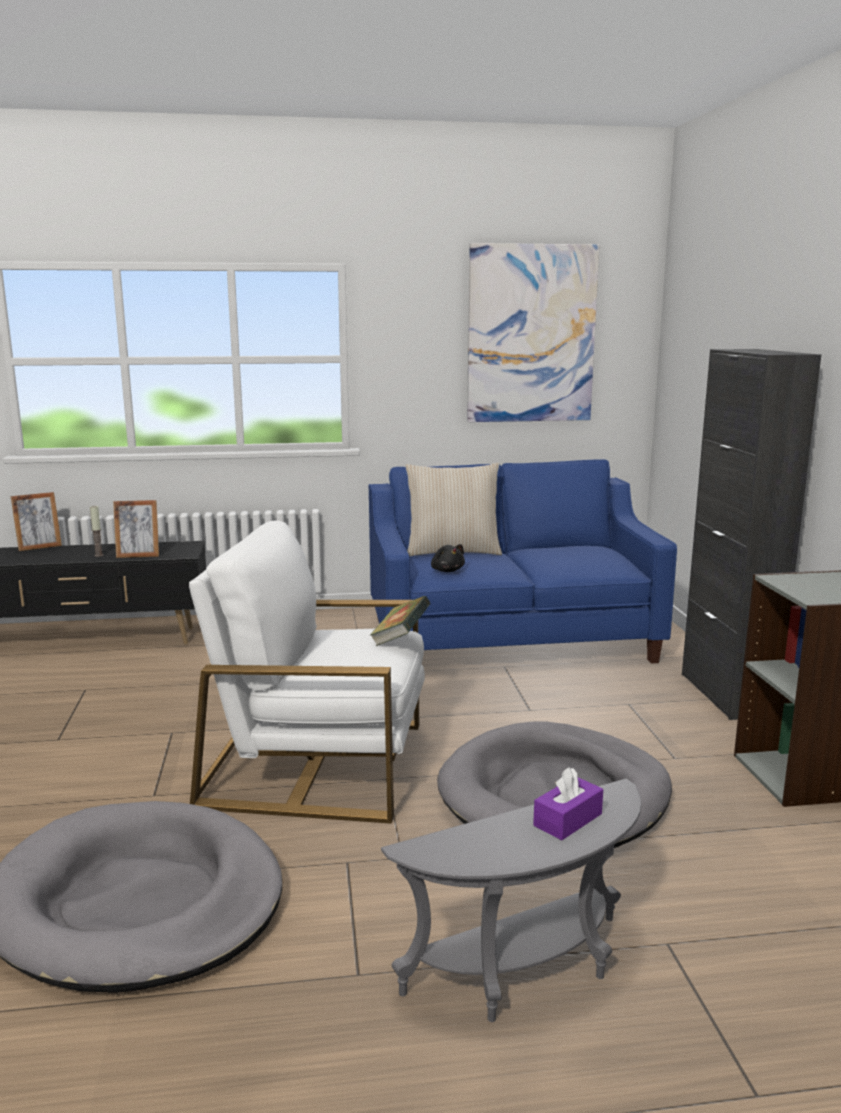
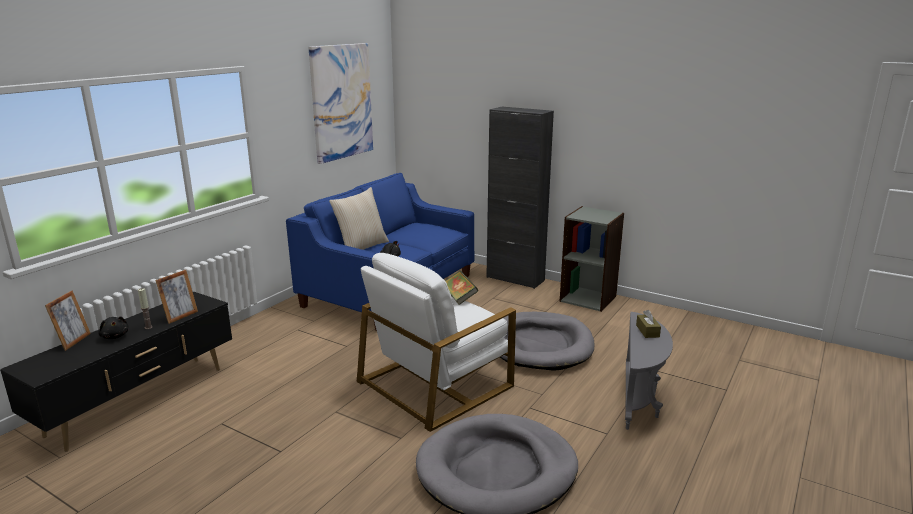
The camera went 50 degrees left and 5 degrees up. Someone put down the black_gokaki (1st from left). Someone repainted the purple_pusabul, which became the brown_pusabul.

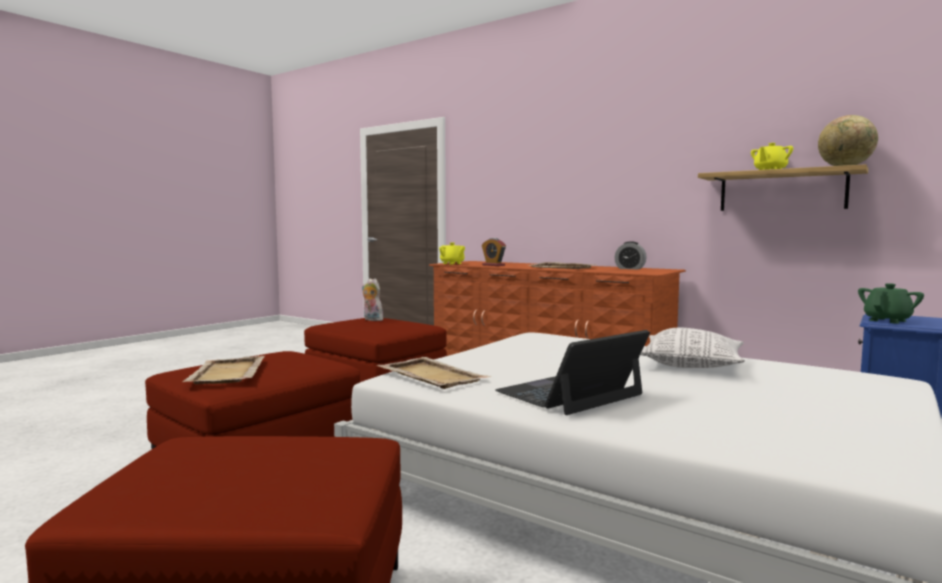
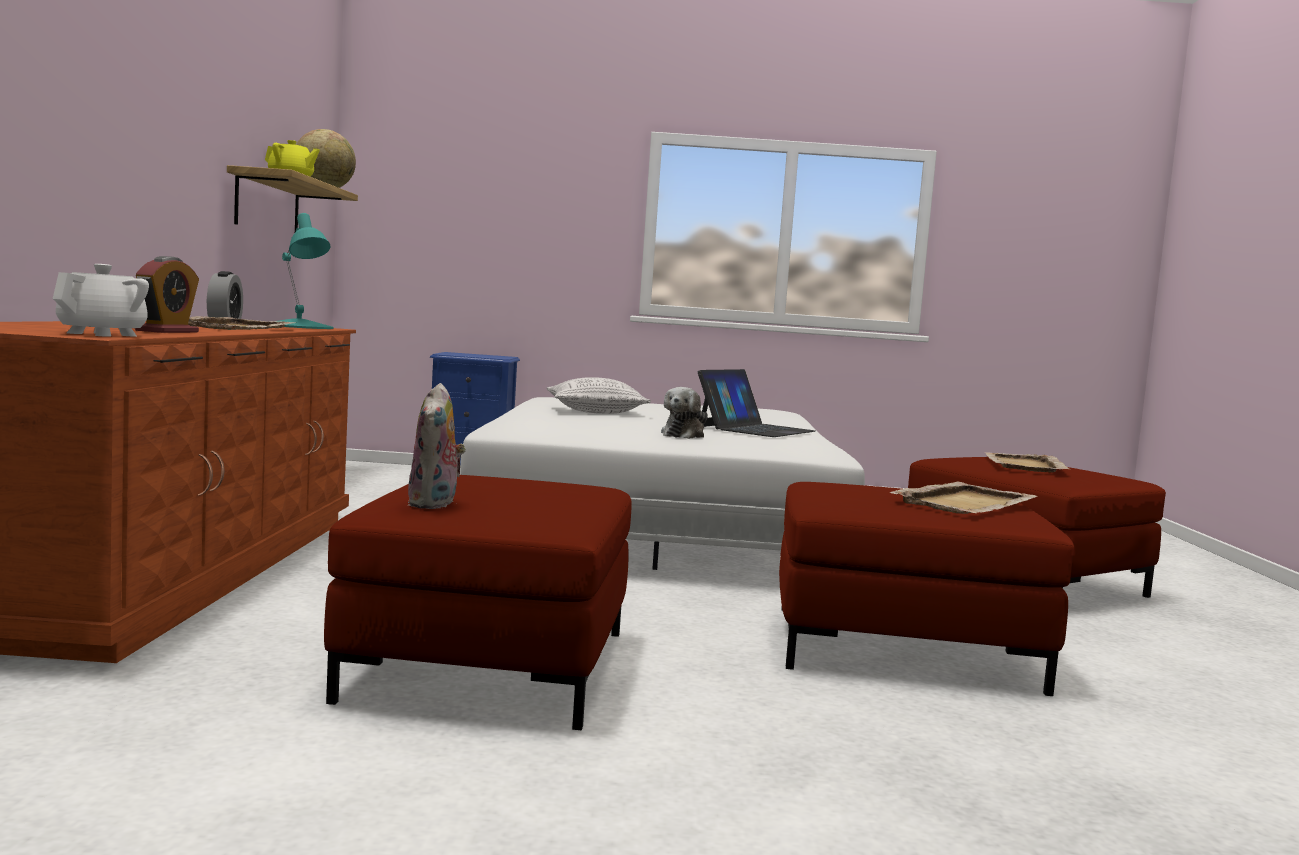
The camera went 125 degrees left and 0 degrees up. Someone took away the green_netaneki. Someone put down the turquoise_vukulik. Someone put down the gokaki (2nd from left). Someone carried the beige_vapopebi (2nd from left in the first image). Someone repainted the yellow_netaneki (1st from left), which became the white_netaneki. Someone rotated the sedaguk by 75 degrees counterclockwise.

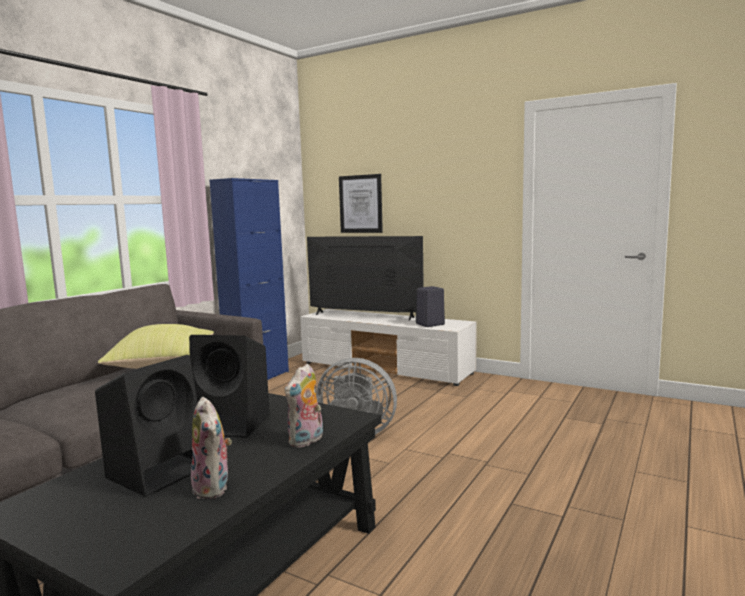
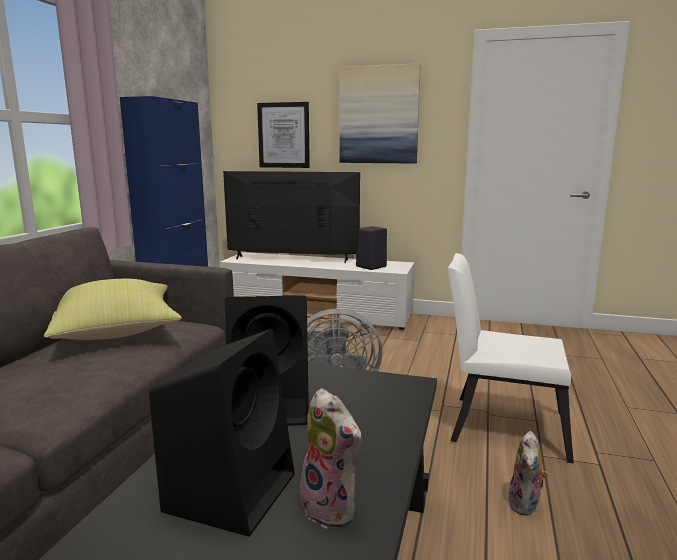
The camera went 15 degrees left and 5 degrees up. Someone put up the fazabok (2nd from left). Someone put down the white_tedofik. Someone carried the gokaki (2nd from left).

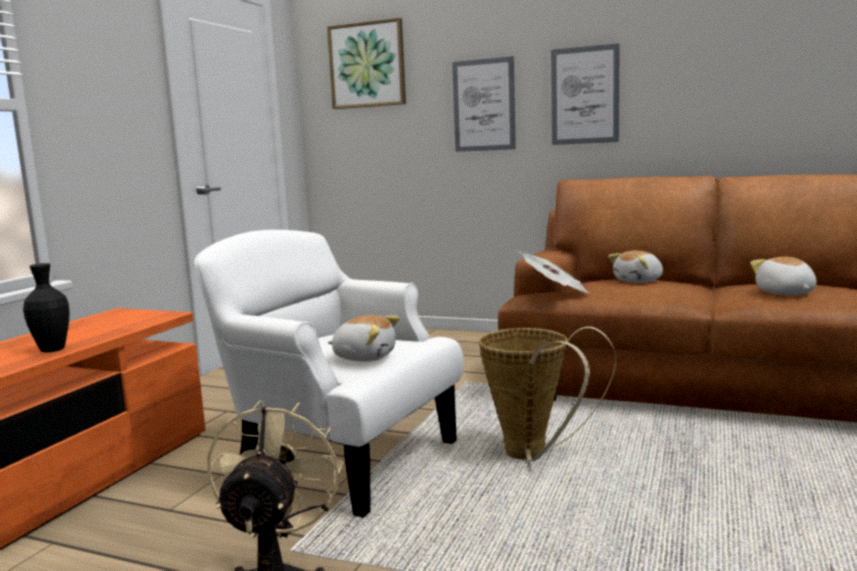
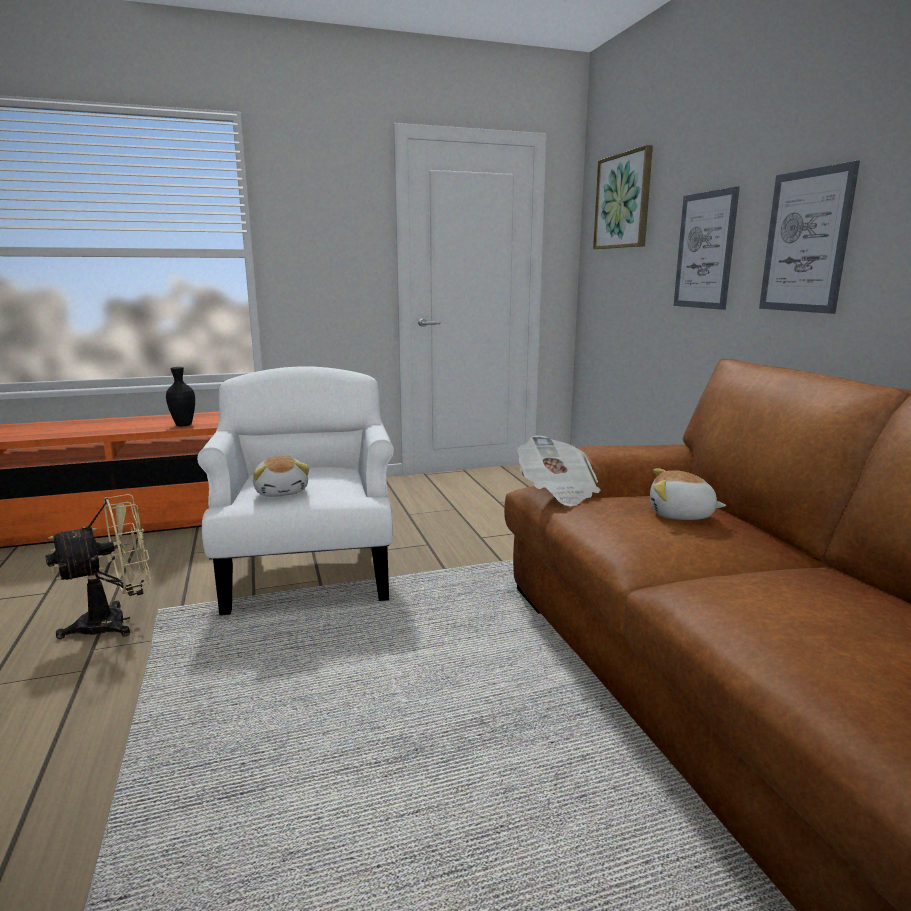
The camera went 50 degrees right and 5 degrees up. Someone took away the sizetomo. Someone took away the gokaki (3rd from left).

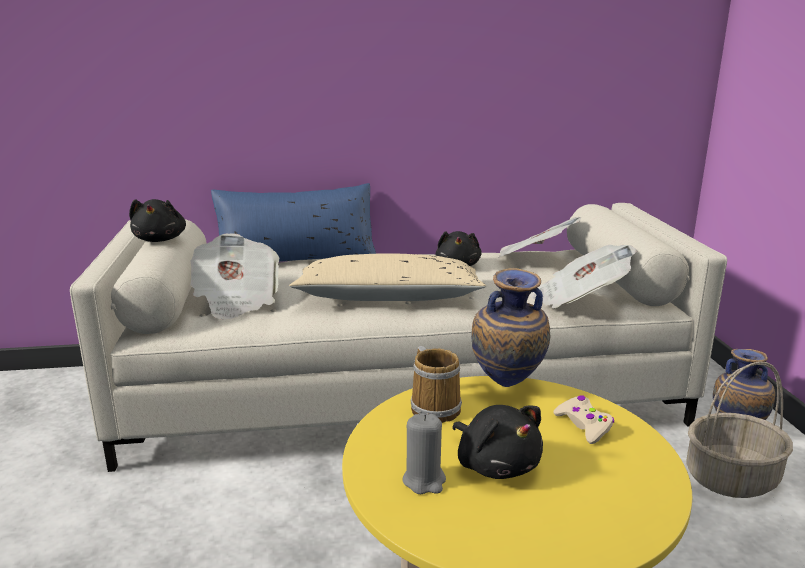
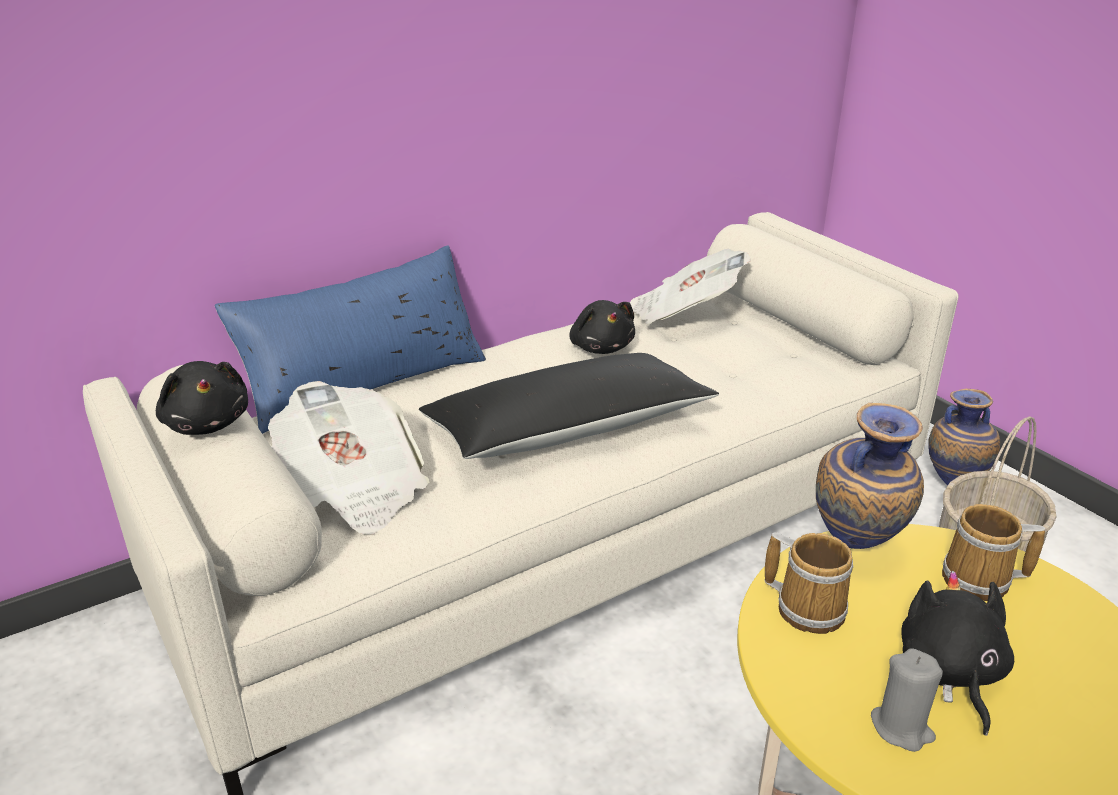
The camera went 25 degrees left and 10 degrees up. Someone took away the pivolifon (3rd from left). Someone swapped the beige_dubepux for the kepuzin (2nd from left). Someone repainted the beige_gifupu, which became the black_gifupu. Someone rotated the black_gokaki (3rd from left) by 120 degrees counterclockwise.

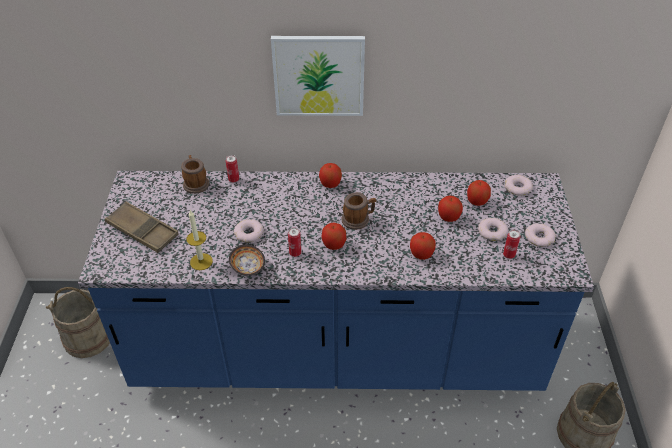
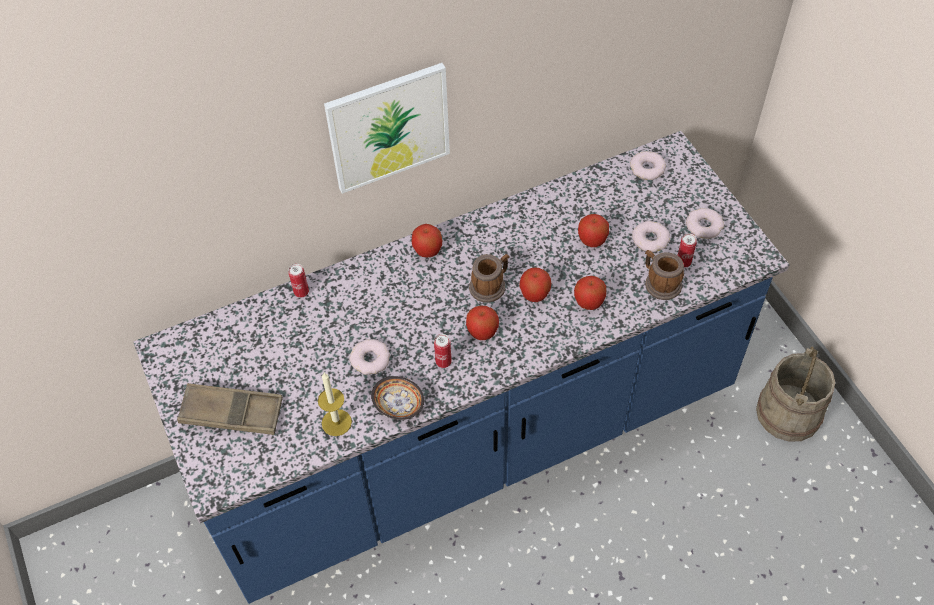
The camera went 25 degrees left and 10 degrees up. Someone took away the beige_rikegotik (1st from left). Someone carried the kepuzin (1st from left in the first image). Someone carried the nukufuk (5th from left in the first image).

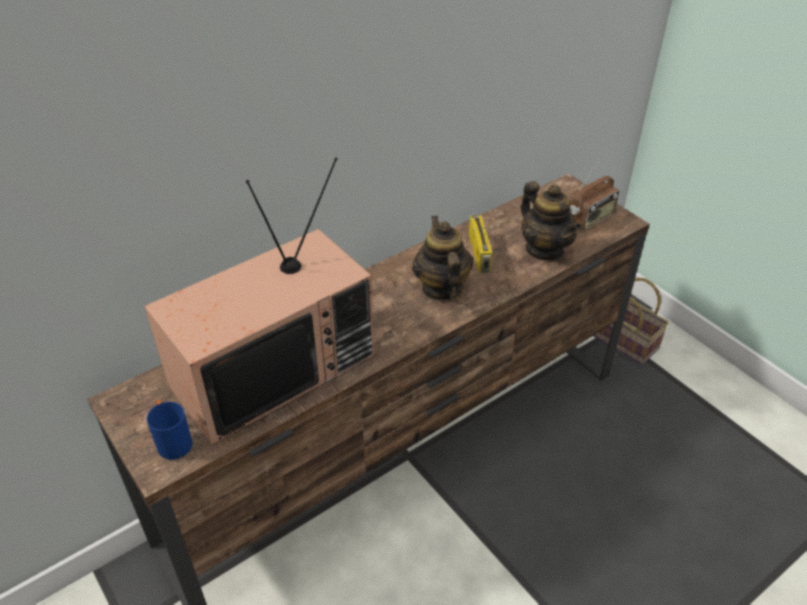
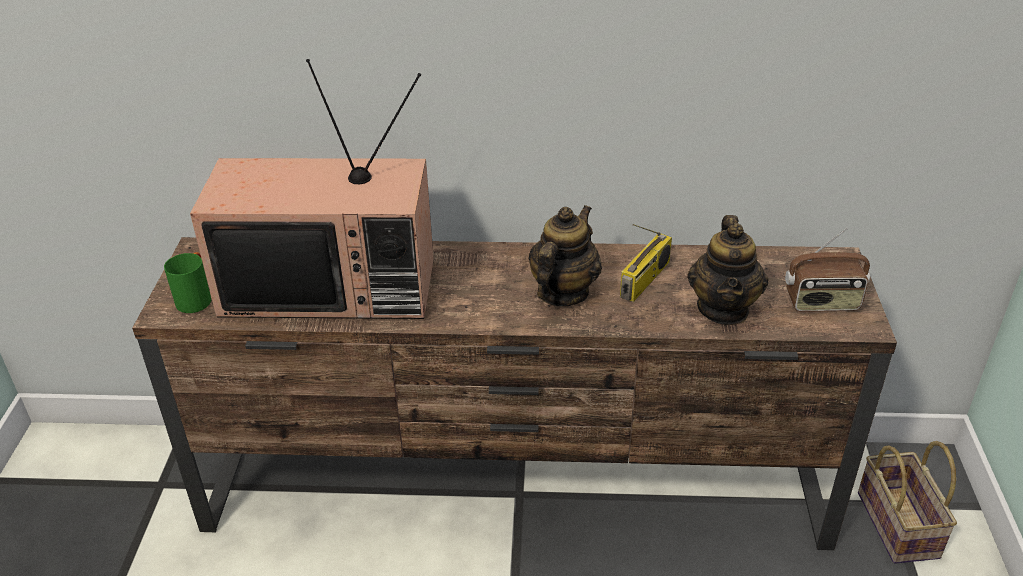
The camera went 40 degrees right and 5 degrees down. Someone repainted the blue_kepuzin, which became the green_kepuzin.

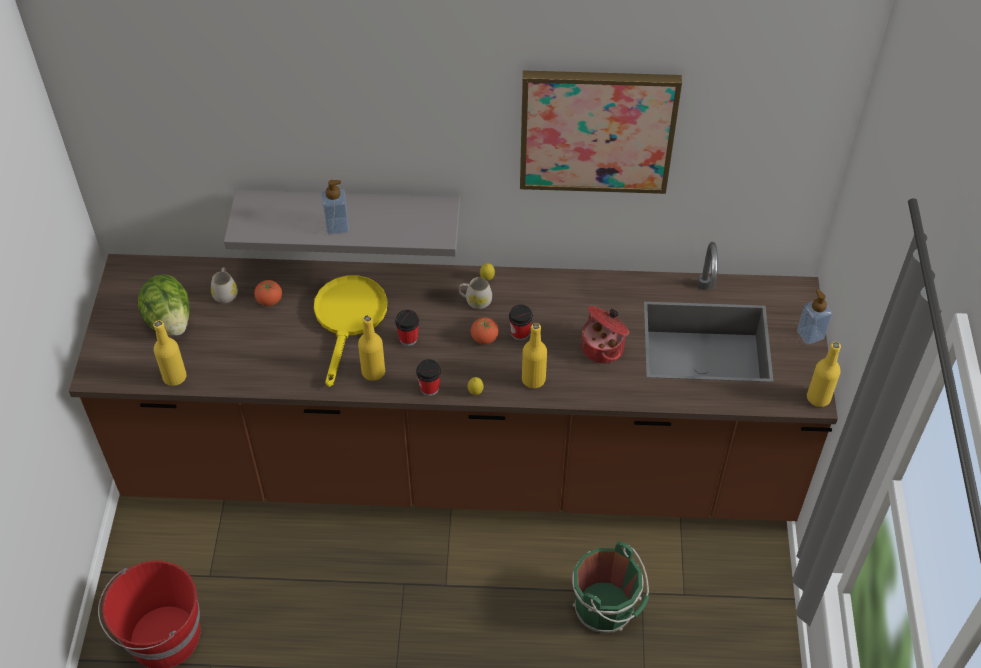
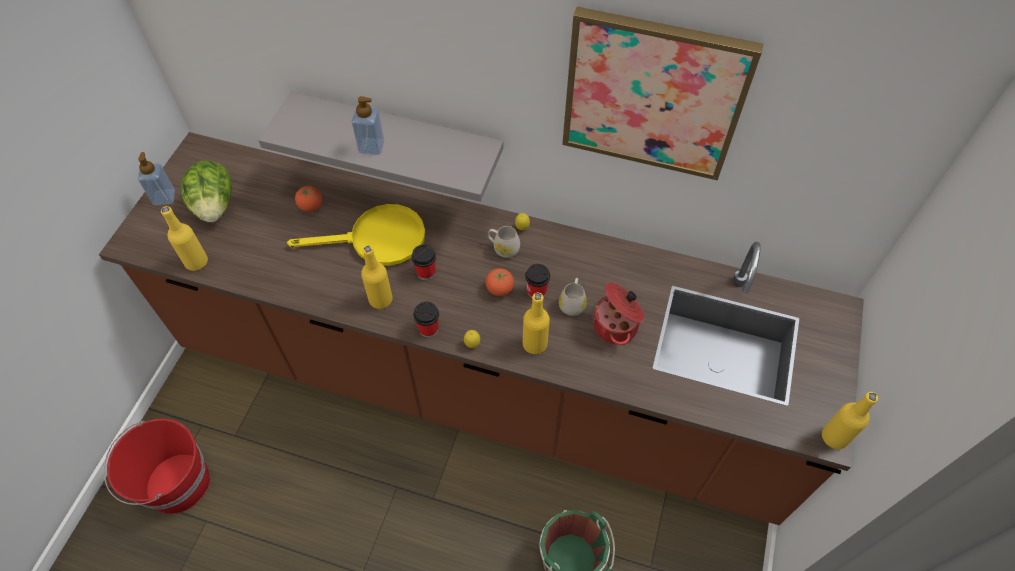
The camera went 15 degrees right and 5 degrees up. Someone carried the white_kepuzin (1st from left in the first image). Someone carried the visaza (2nd from left in the first image). Someone rotated the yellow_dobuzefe by 60 degrees clockwise.

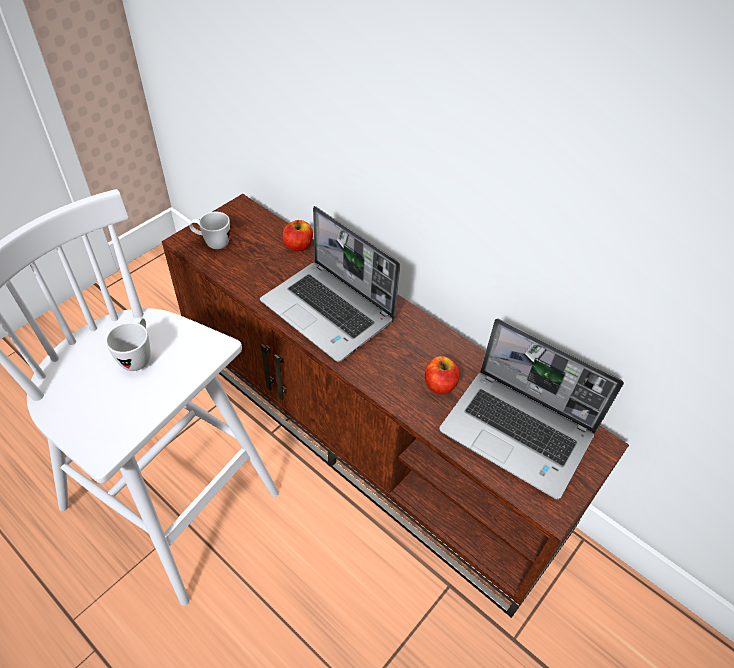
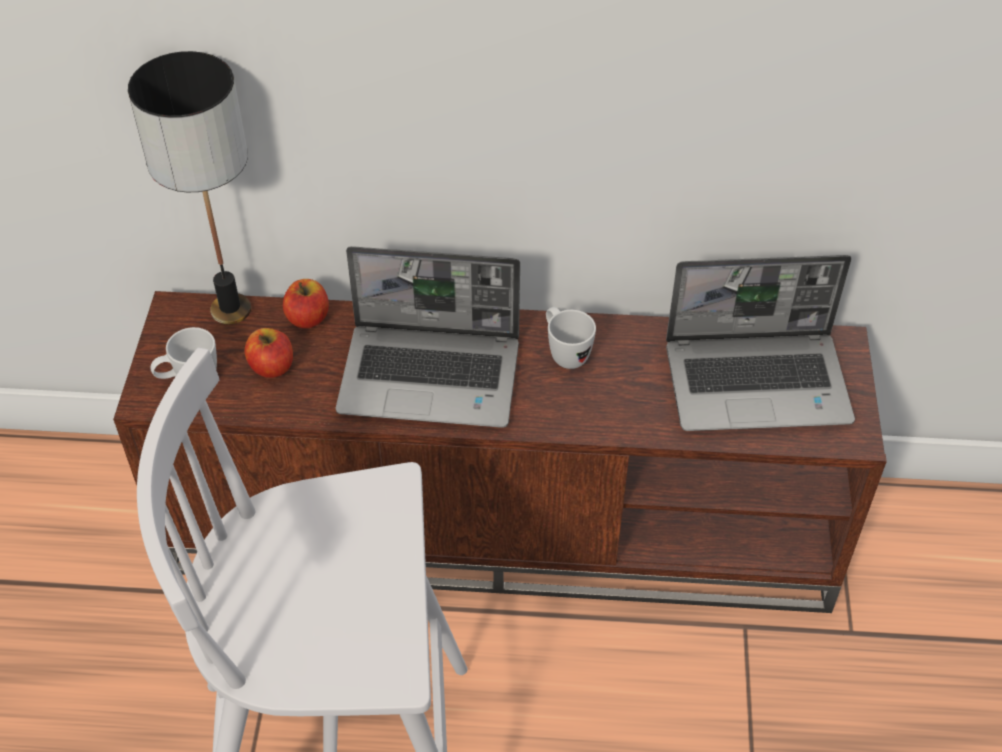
The camera went 35 degrees left and 0 degrees up. Someone put down the vukulik. Someone carried the white_kepuzin (1st from left in the first image). Someone carried the nukufuk (2nd from left in the first image).

